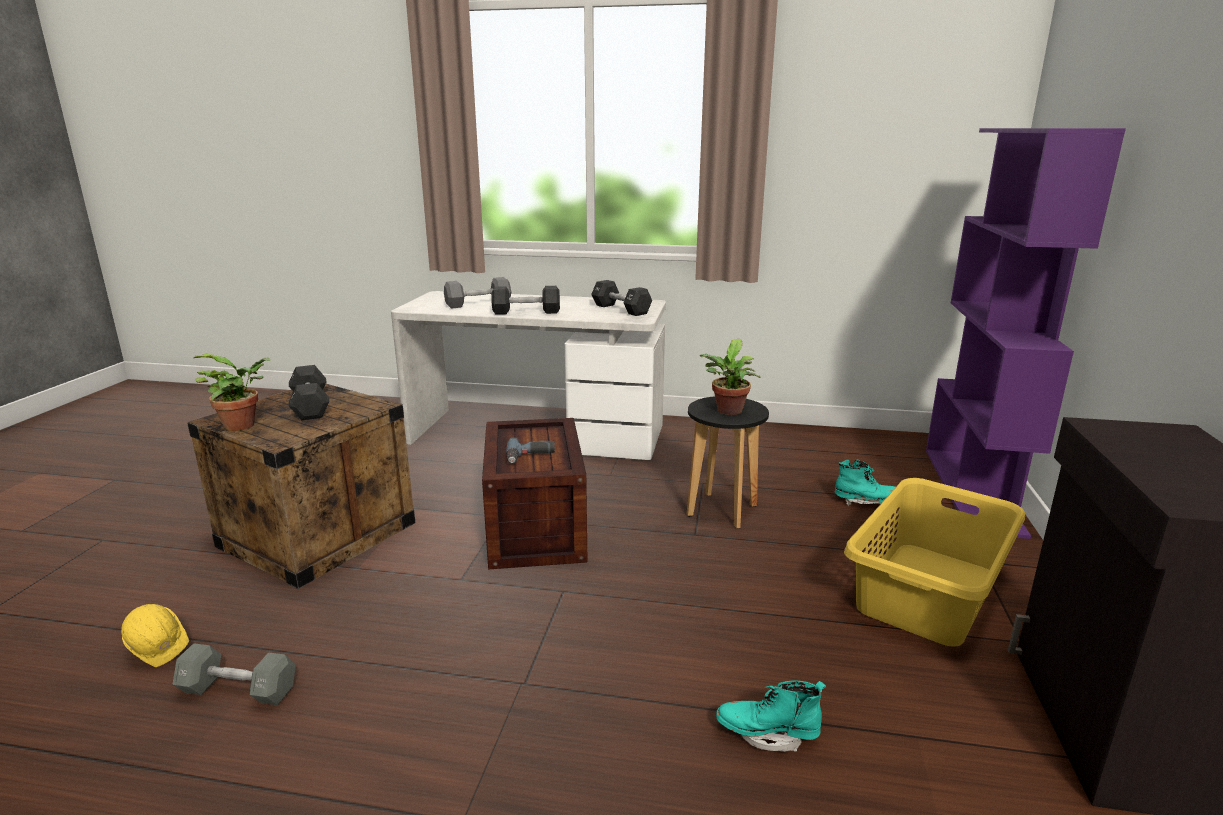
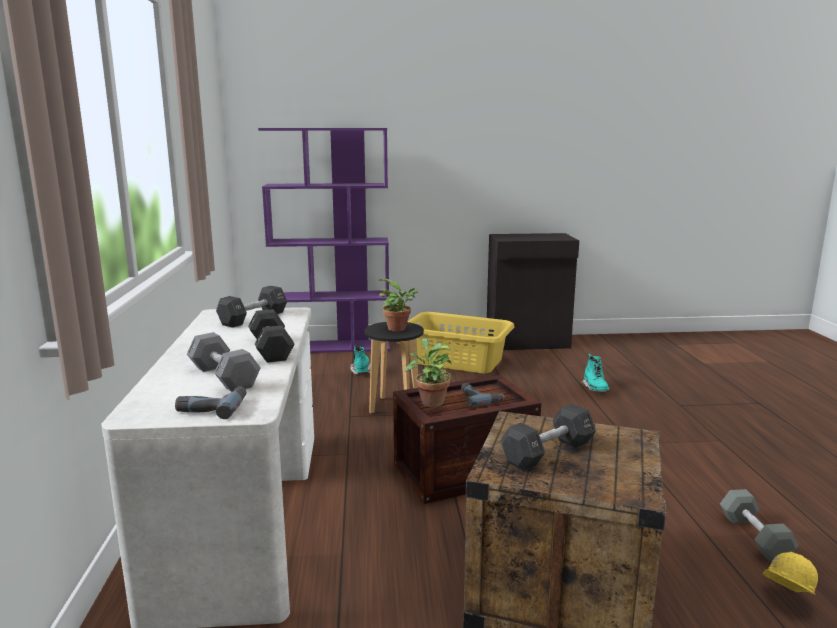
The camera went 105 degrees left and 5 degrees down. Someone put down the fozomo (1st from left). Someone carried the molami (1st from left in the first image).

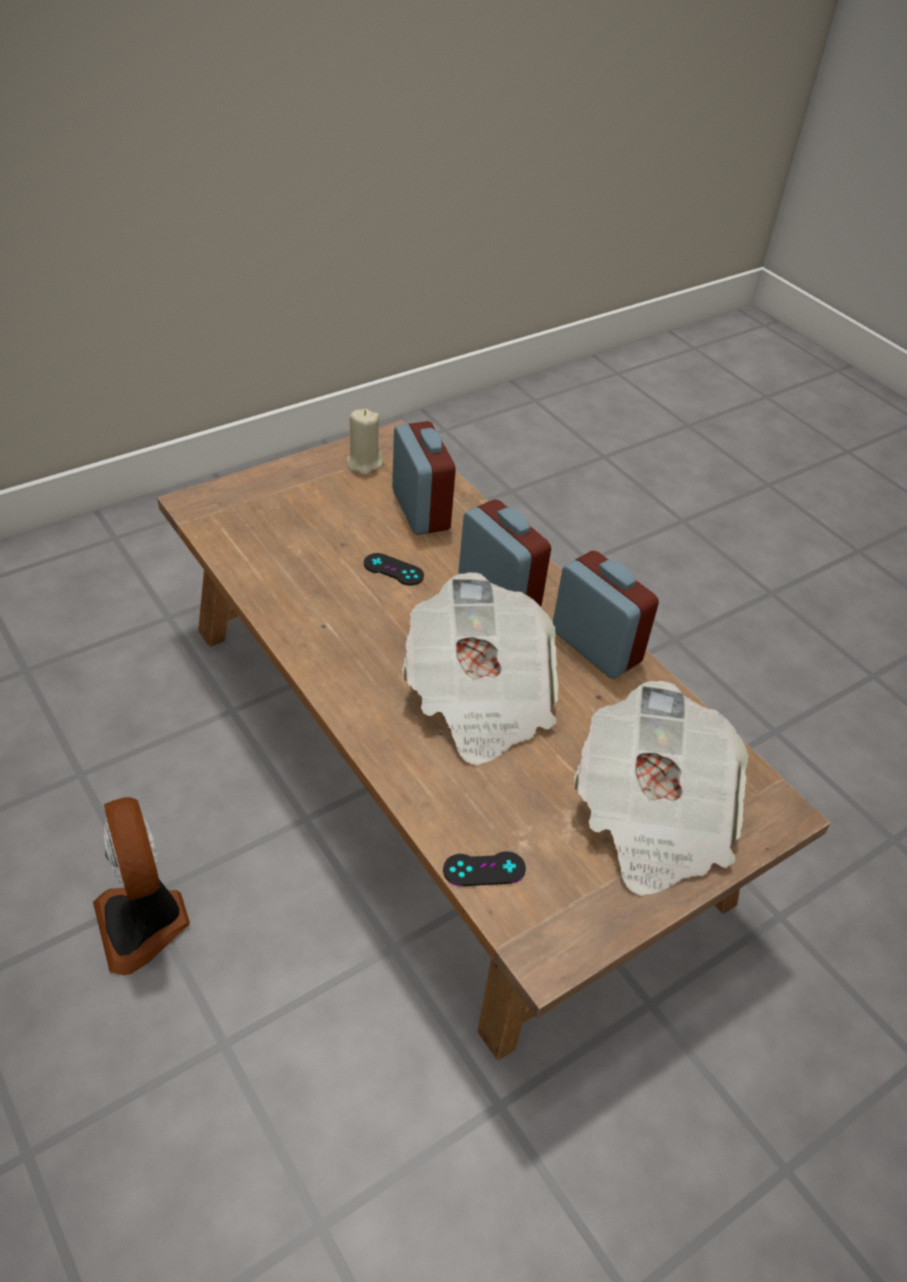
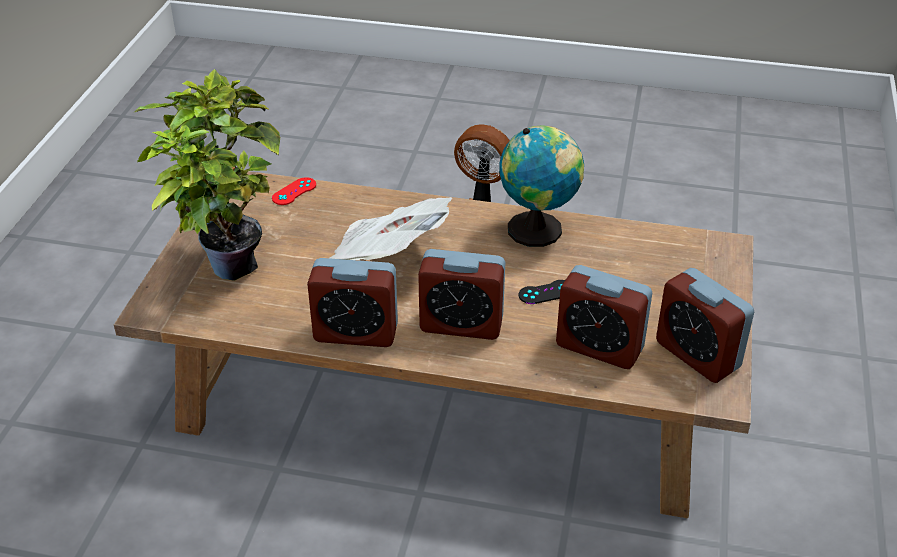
The camera went 140 degrees right and 5 degrees down. Someone put down the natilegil. Someone swapped the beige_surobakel for the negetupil (4th from left). Someone swapped the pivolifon (2nd from left) for the molami. Someone repainted the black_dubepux (2nd from left), which became the red_dubepux.

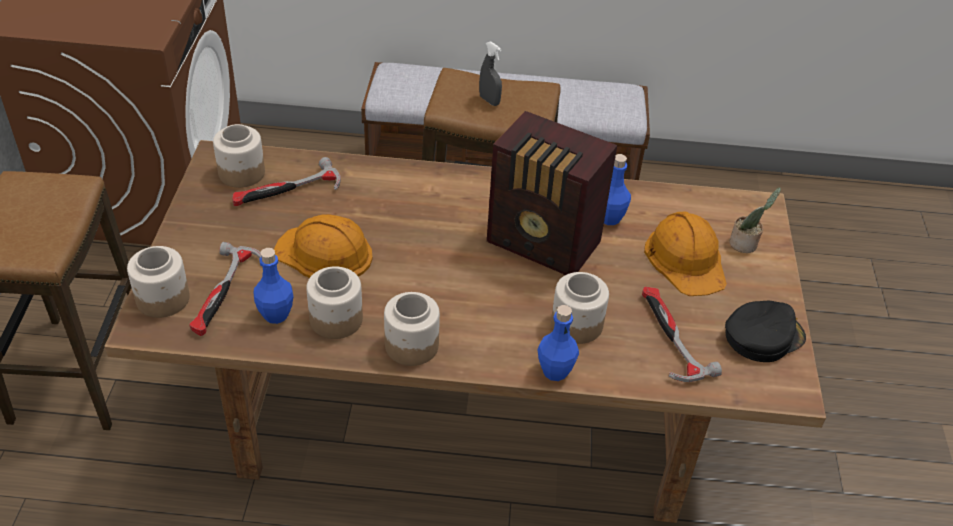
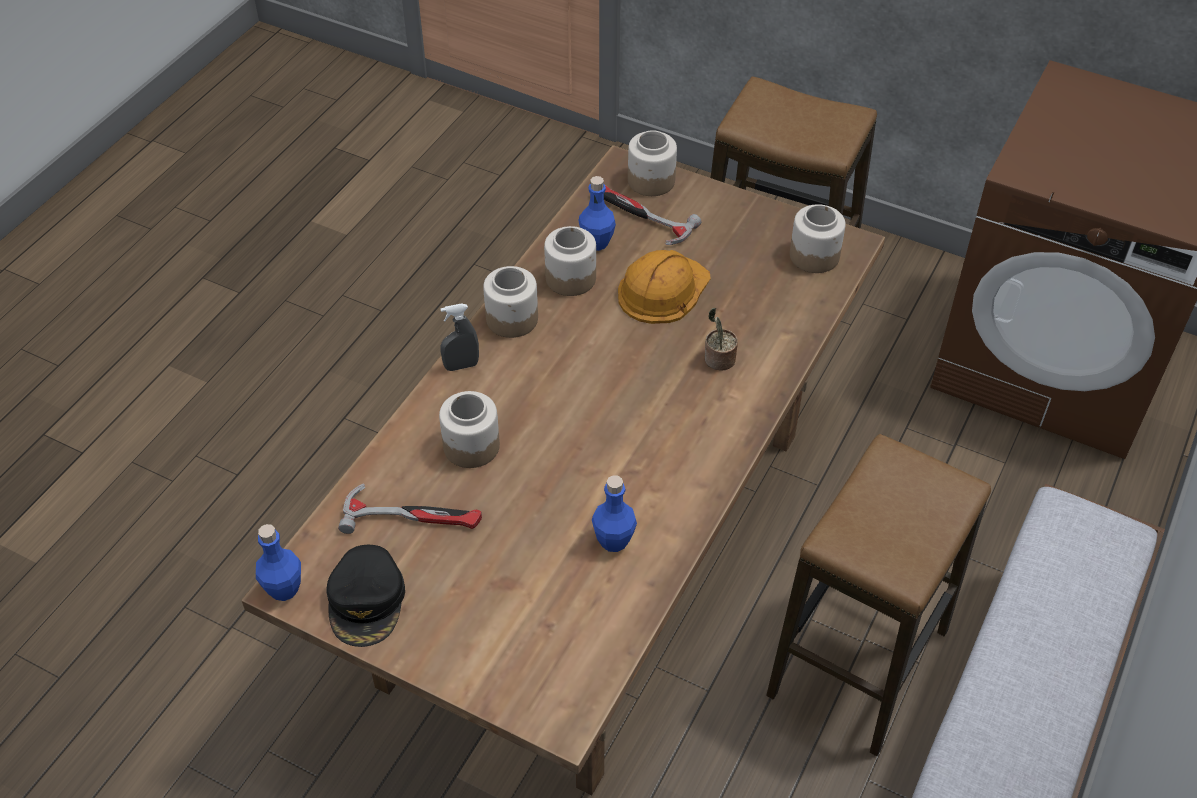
The camera went 115 degrees right and 5 degrees up. Someone took away the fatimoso (2nd from left). Someone took away the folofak. Someone took away the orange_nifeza (2nd from left). Someone carried the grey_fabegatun. Someone carried the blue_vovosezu (2nd from left in the first image). Someone carried the molami.

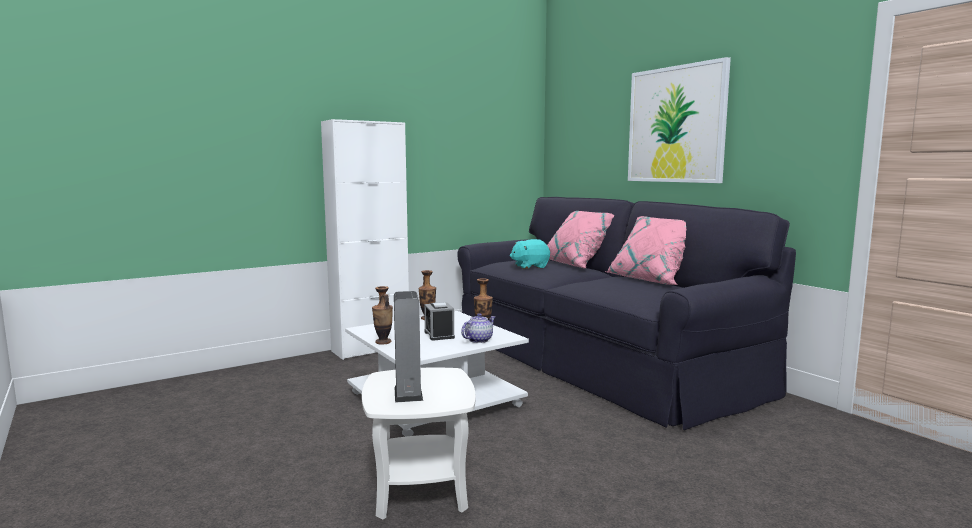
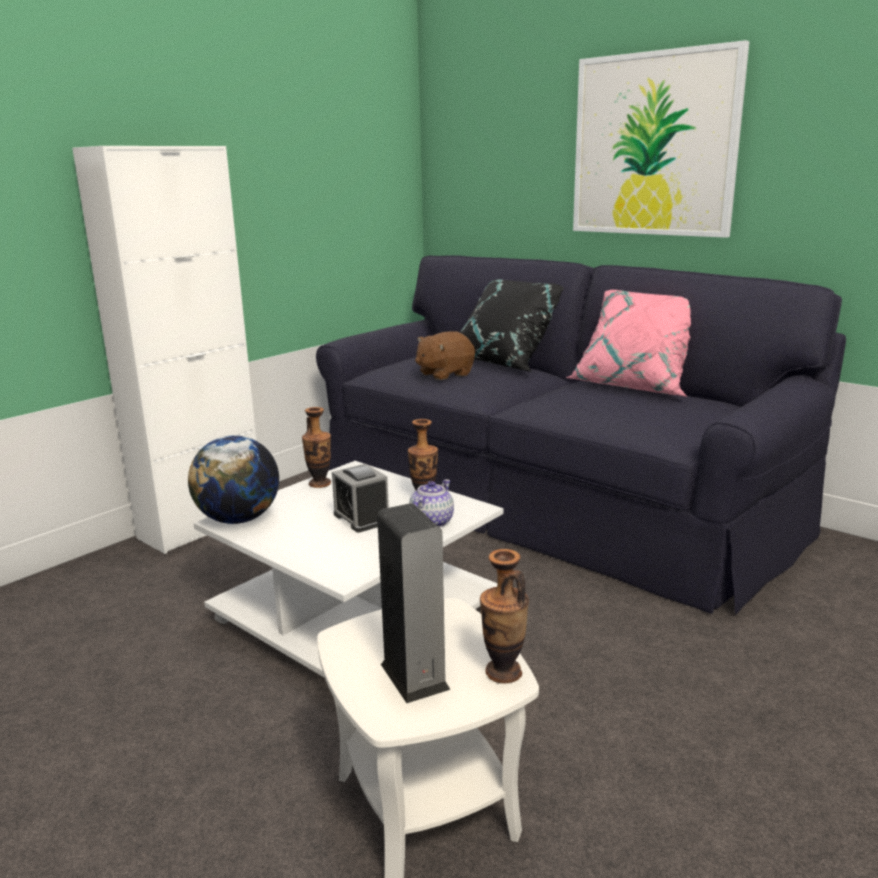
The camera went 15 degrees left and 10 degrees up. Someone put down the natilegil. Someone carried the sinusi (1st from left in the first image). Someone repainted the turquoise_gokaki, which became the brown_gokaki. Someone repainted the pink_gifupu (1st from left), which became the black_gifupu.

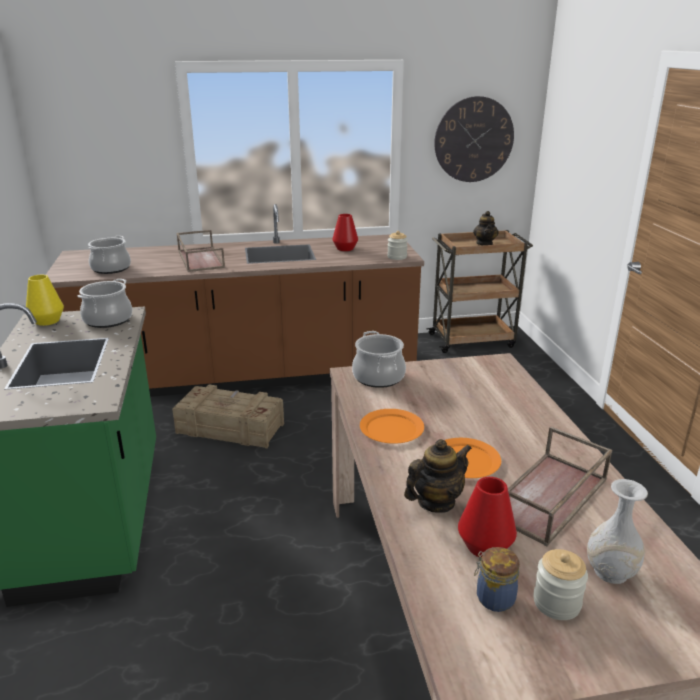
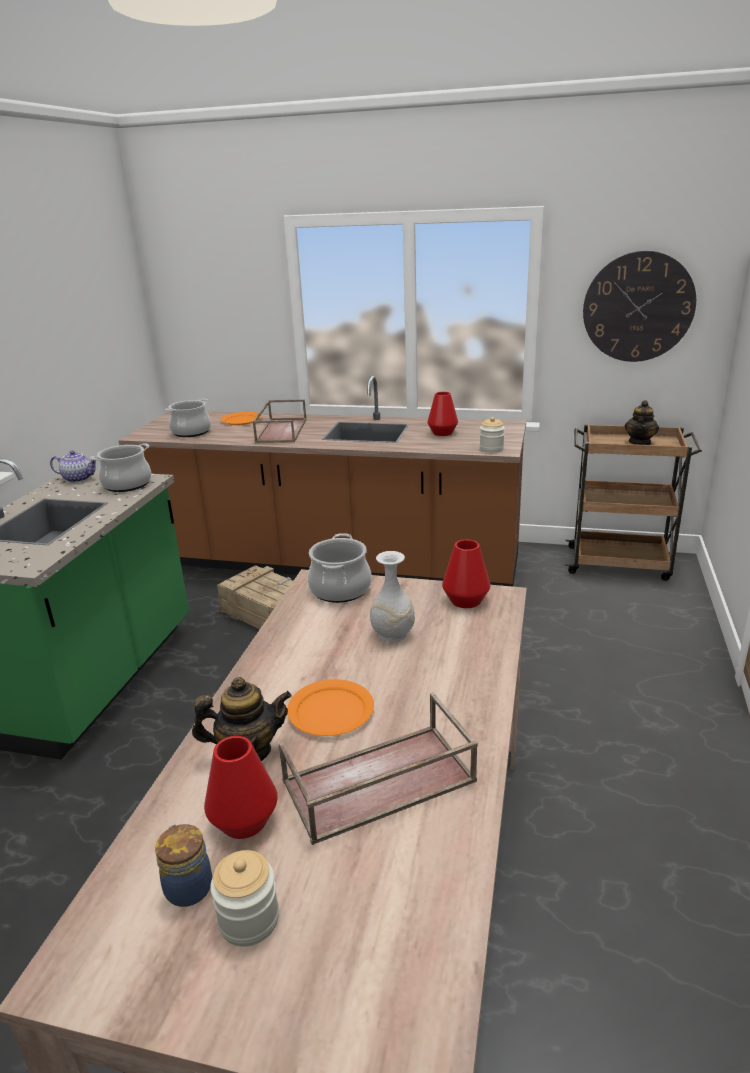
The camera went 25 degrees right and 0 degrees up. Someone put down the red_sinusi (3rd from left). Someone carried the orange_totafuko (1st from left). Someone carried the white_sinusi. Someone swapped the yellow_sinusi for the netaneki (1st from left).

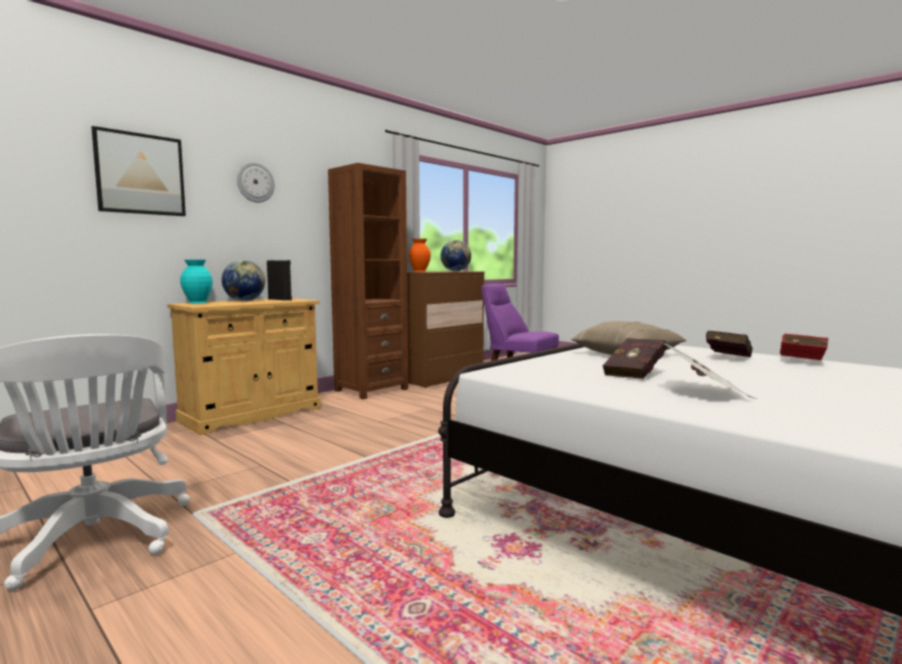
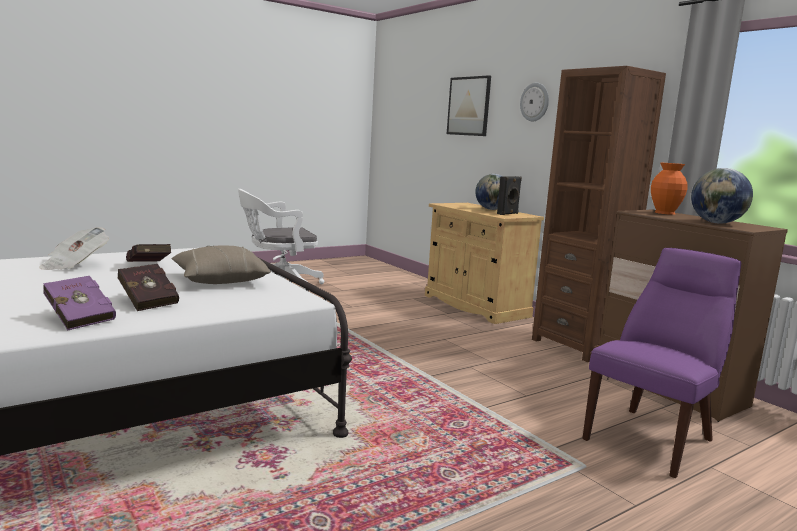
The camera went 100 degrees right and 5 degrees up. Someone took away the turquoise_sinusi. Someone repainted the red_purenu (3rd from left), which became the purple_purenu.

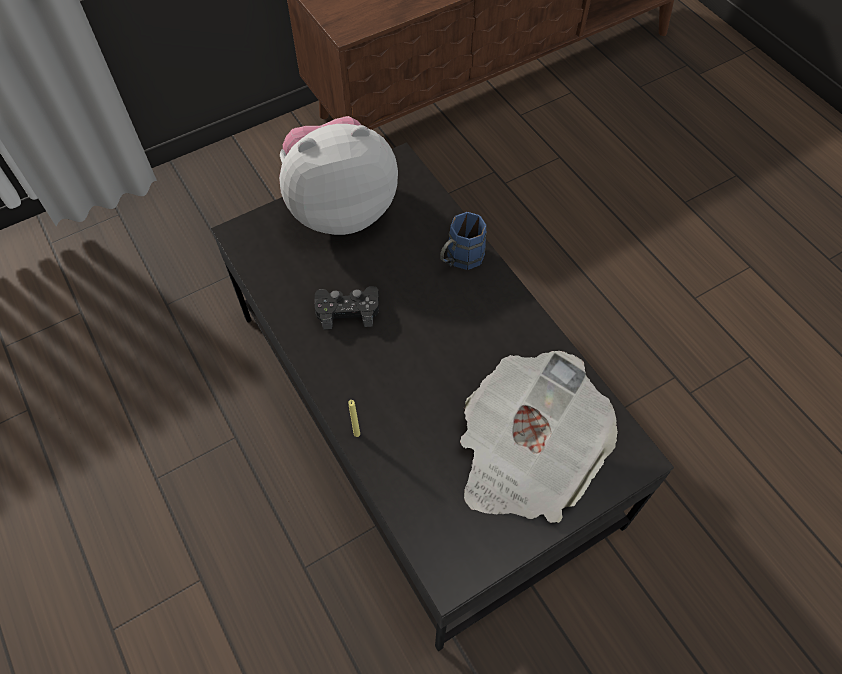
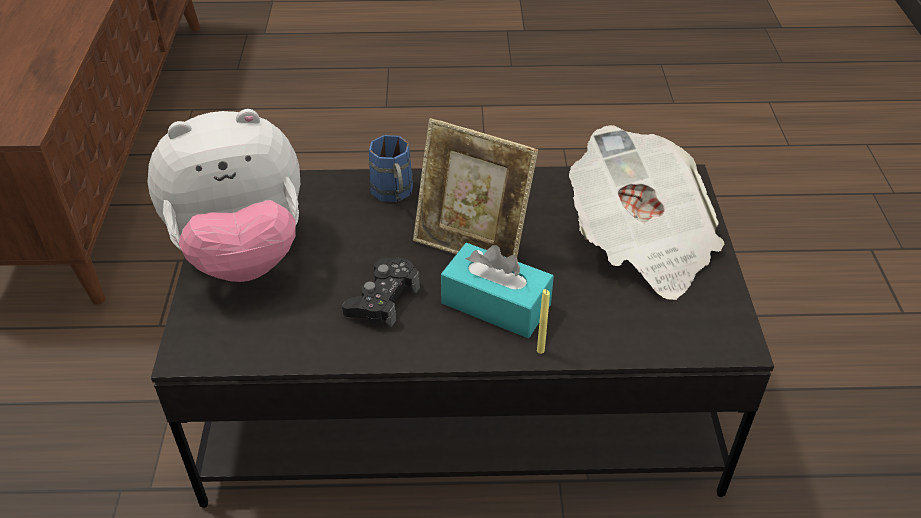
The camera went 60 degrees left and 15 degrees down. Someone put down the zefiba. Someone put down the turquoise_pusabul. Someone rotated the gokaki by 120 degrees counterclockwise.

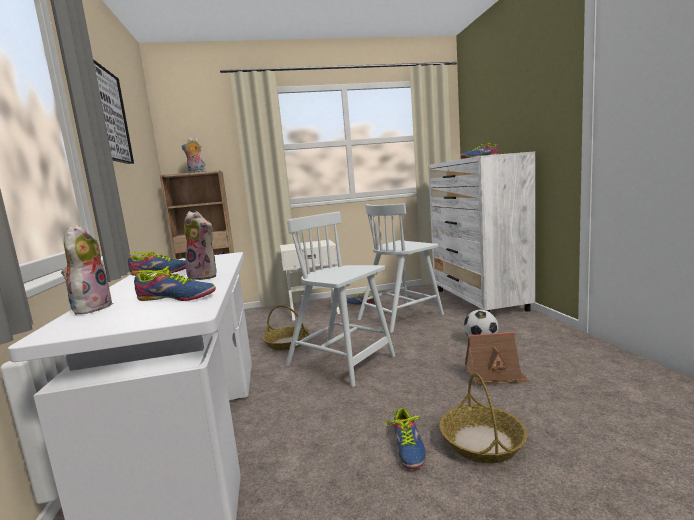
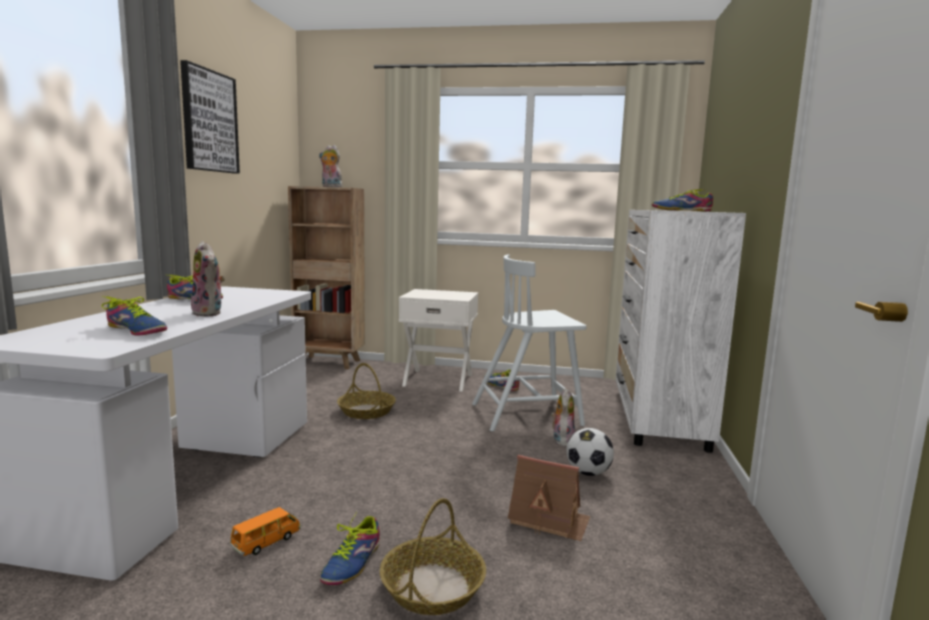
The camera went 20 degrees right and 0 degrees up. Someone took away the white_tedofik (1st from left). Someone put down the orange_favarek. Someone carried the gokaki (1st from left in the first image).

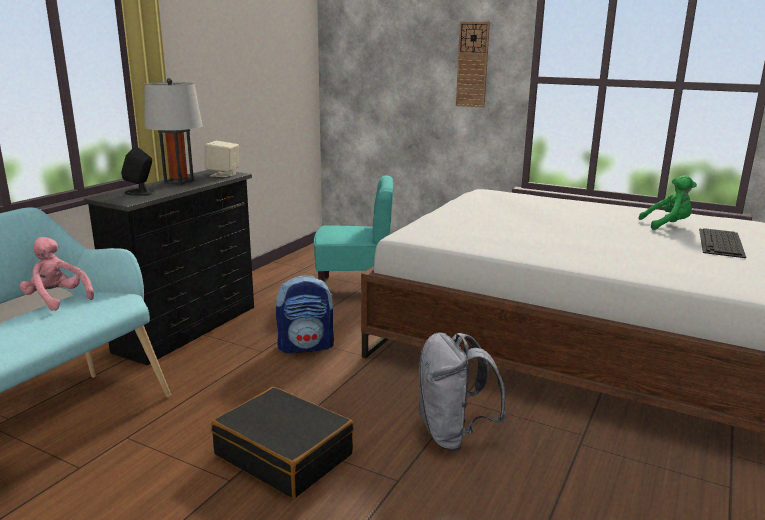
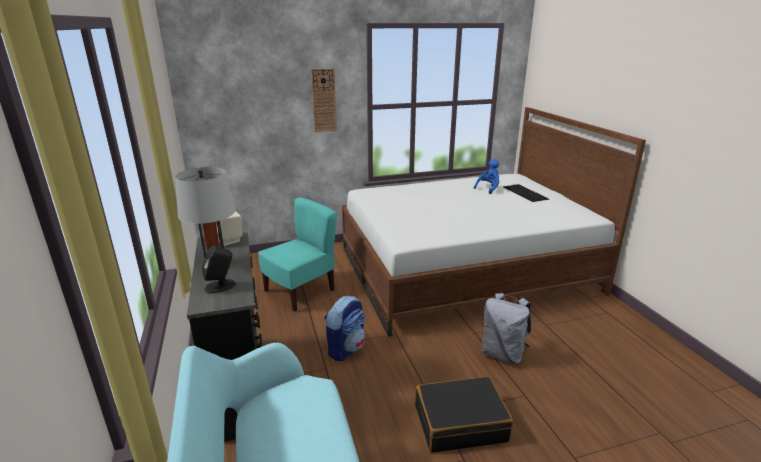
The camera went 45 degrees left and 5 degrees up. Someone took away the pink_gokaki. Someone repainted the green_gokaki, which became the blue_gokaki.

